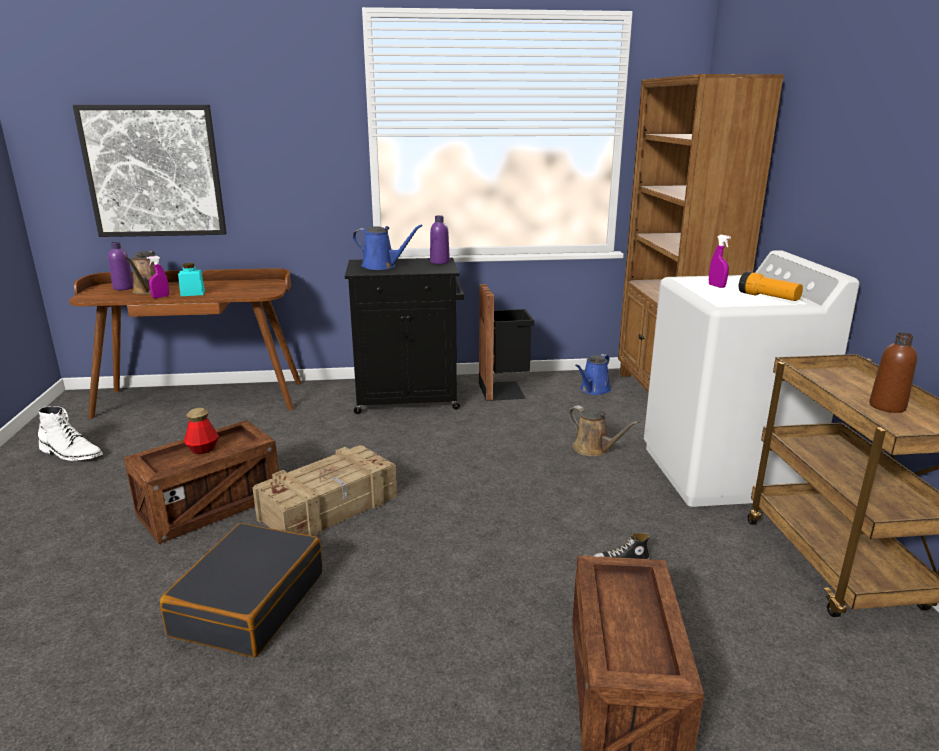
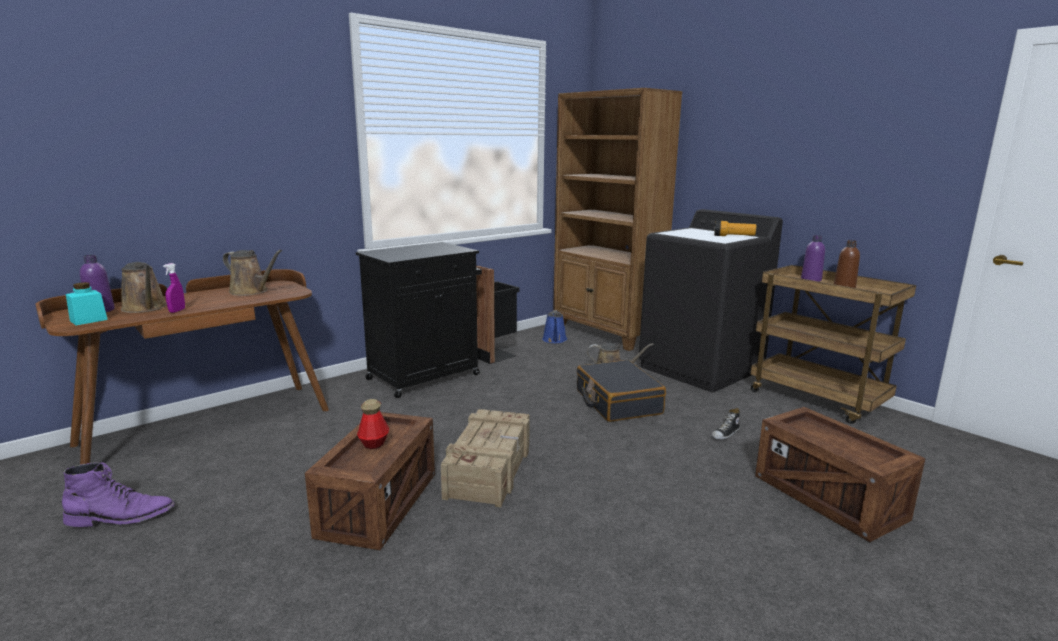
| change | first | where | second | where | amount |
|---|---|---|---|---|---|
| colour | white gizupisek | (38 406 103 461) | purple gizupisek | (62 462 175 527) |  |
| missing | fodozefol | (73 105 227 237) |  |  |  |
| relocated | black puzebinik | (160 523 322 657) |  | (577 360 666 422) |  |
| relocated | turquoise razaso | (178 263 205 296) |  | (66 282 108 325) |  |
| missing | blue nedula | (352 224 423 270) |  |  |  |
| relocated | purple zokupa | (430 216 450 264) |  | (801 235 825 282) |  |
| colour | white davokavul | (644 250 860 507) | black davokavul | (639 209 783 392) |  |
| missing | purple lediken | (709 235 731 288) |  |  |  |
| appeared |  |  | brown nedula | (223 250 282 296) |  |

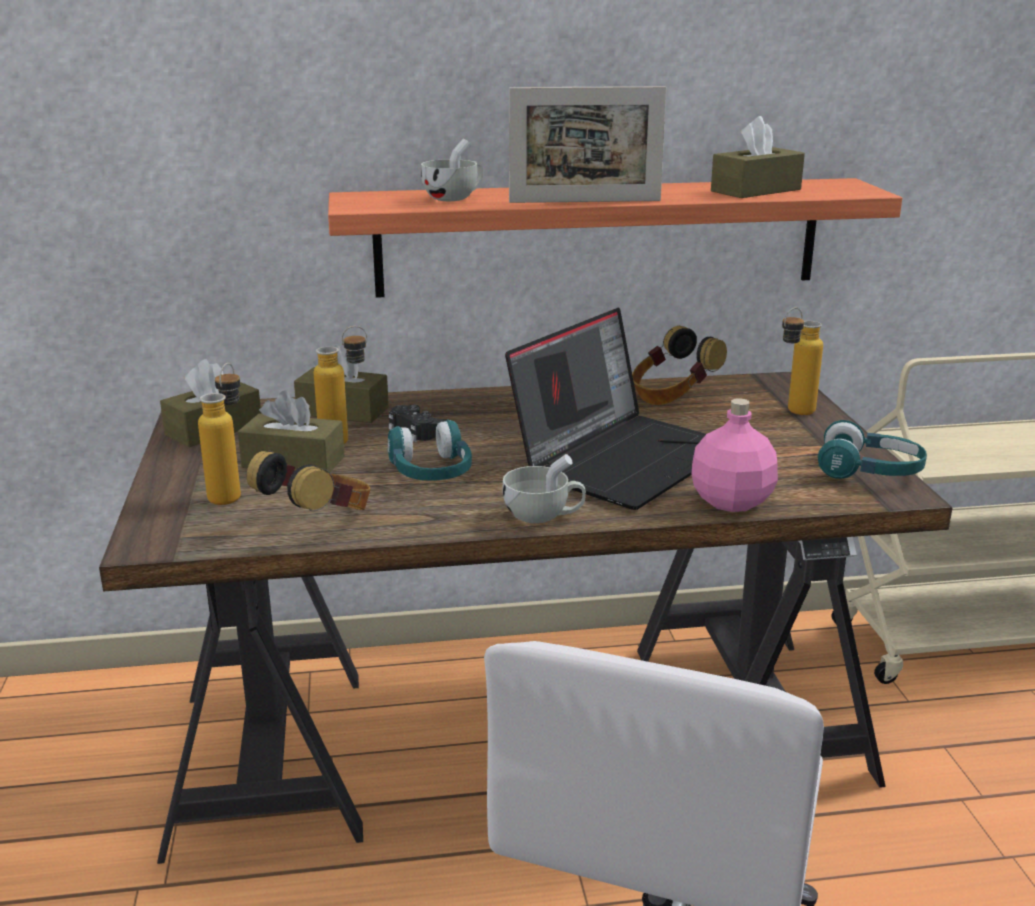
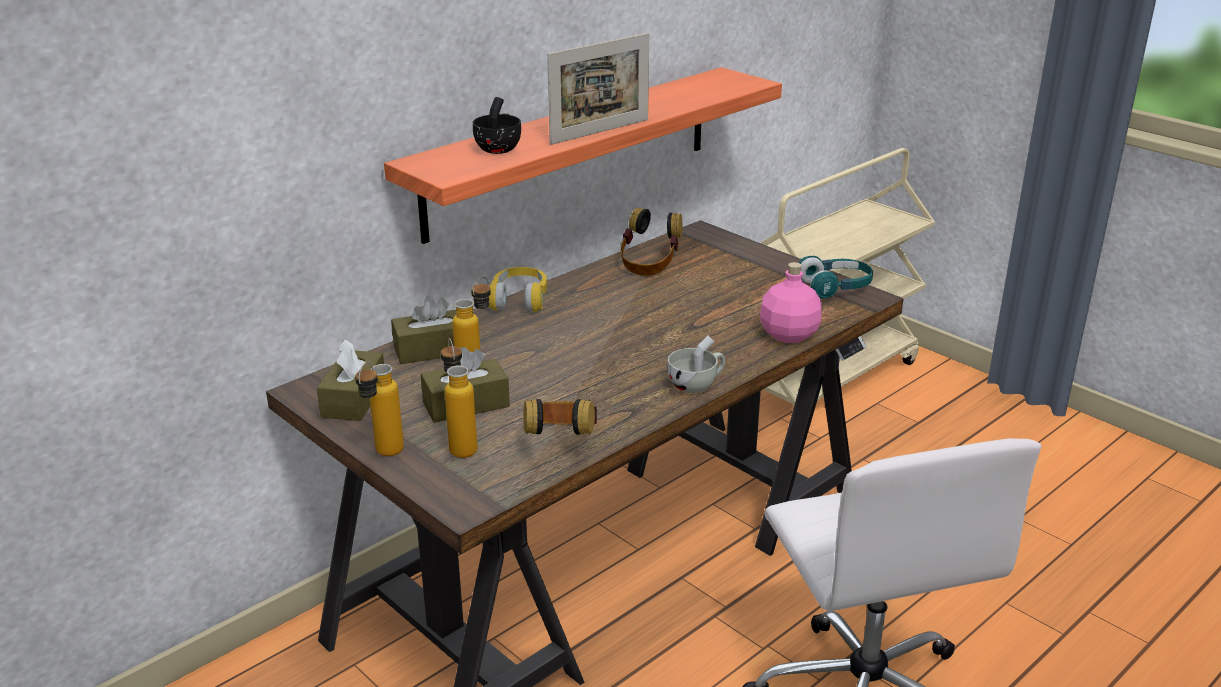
| change | first | where | second | where | amount |
|---|---|---|---|---|---|
| missing | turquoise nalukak | (388 419 472 481) |  |  |  |
| missing | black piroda | (389 405 446 442) |  |  |  |
| colour | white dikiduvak | (421 139 483 201) | black dikiduvak | (473 97 521 154) |  |
| missing | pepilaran | (505 308 706 510) |  |  |  |
| missing | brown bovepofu | (711 116 805 198) |  |  |  |
| relocated | zokupa | (782 307 823 415) |  | (355 361 404 456) |  |
| appeared |  |  | yellow nalukak | (489 267 547 312) |  |

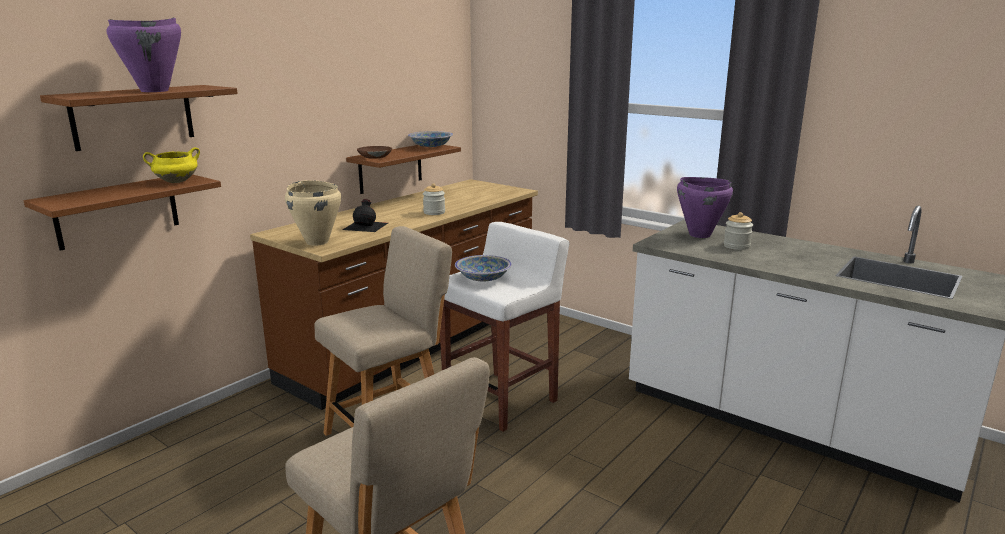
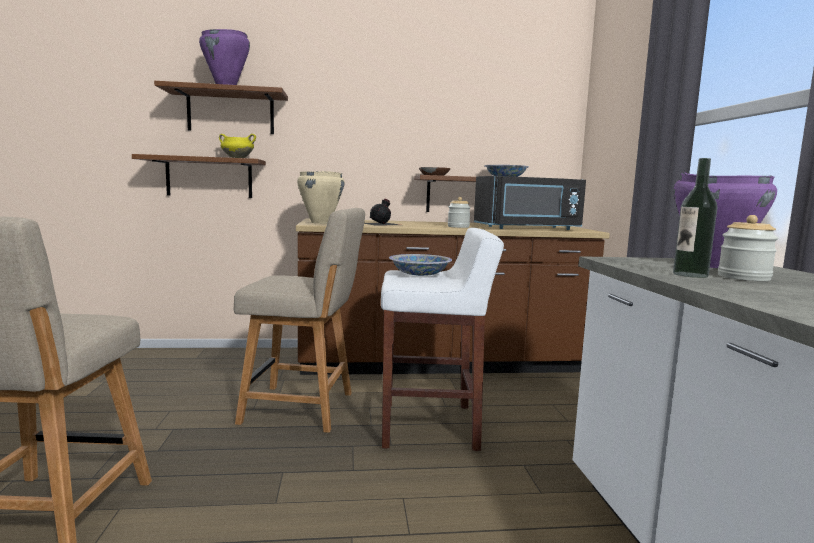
| change | first | where | second | where | amount |
|---|---|---|---|---|---|
| appeared |  |  | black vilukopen | (474 176 586 230) |  |
| appeared |  |  | zokupa | (673 158 717 278) |  |

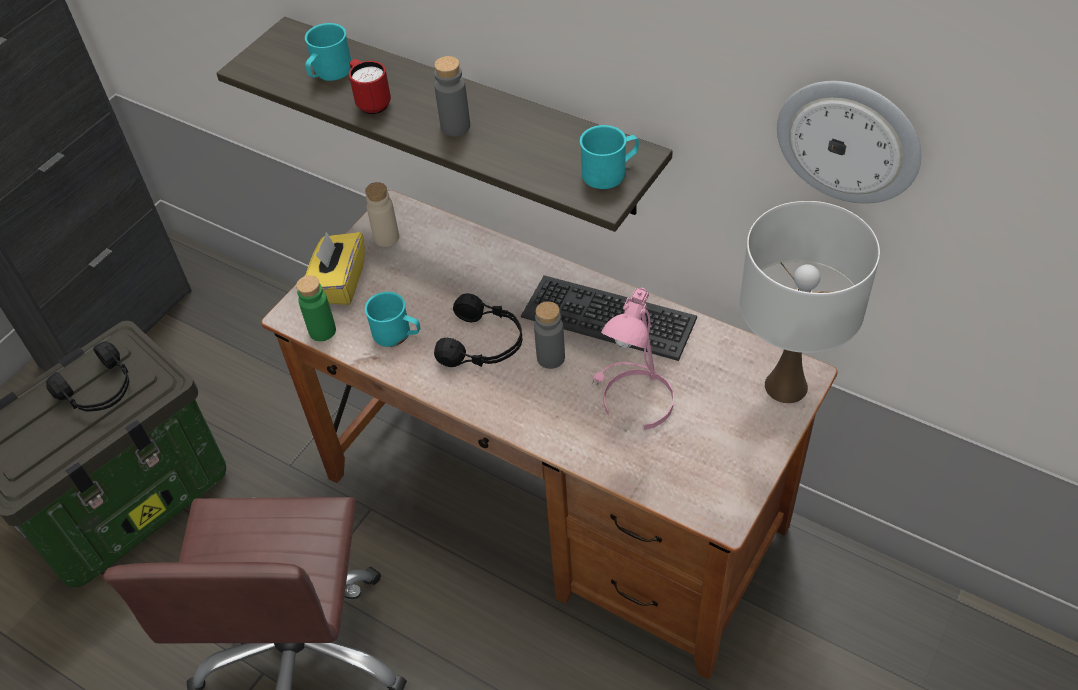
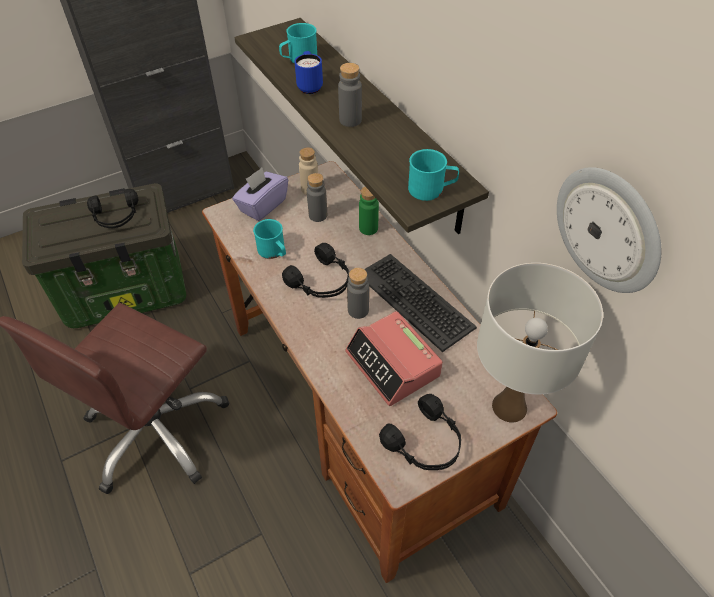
| change | first | where | second | where | amount |
|---|---|---|---|---|---|
| relocated | green zokupa | (296 275 336 341) |  | (359 187 379 235) |  |
| colour | yellow bovepofu | (306 232 365 305) | purple bovepofu | (232 168 288 221) |  |
| colour | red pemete | (349 59 391 114) | blue pemete | (295 51 323 94) |  |
| exchanged | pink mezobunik | (592 288 674 430) | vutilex | (345 311 443 406) |  |
| appeared |  |  | grey zokupa | (307 173 327 222) |  |
| appeared |  |  | black nalukak | (379 394 461 470) |  |

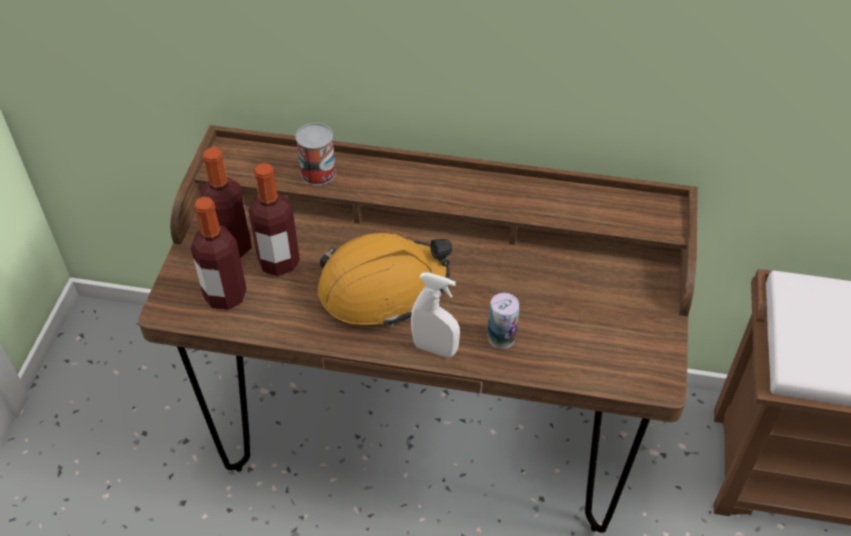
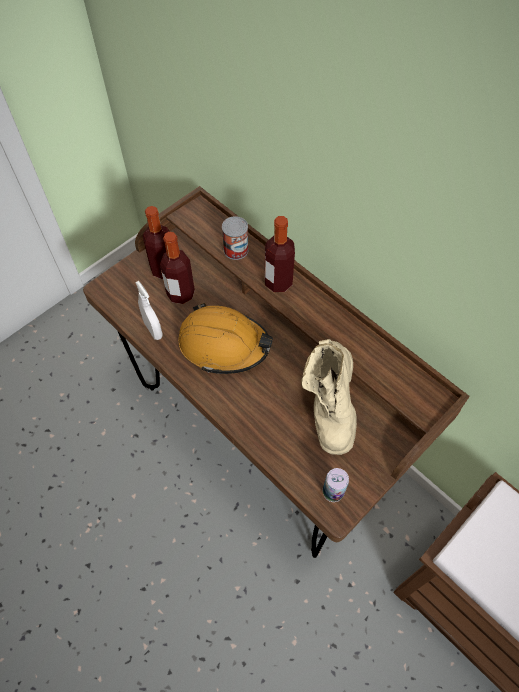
| change | first | where | second | where | amount |
|---|---|---|---|---|---|
| relocated | zokupa | (191 197 247 310) |  | (265 216 295 292) |  |
| relocated | white lediken | (411 272 460 358) |  | (135 281 163 340) |  |
| relocated | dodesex | (488 293 520 349) |  | (323 468 349 502) |  |
| appeared |  |  | beige gizupisek | (301 339 357 455) |  |

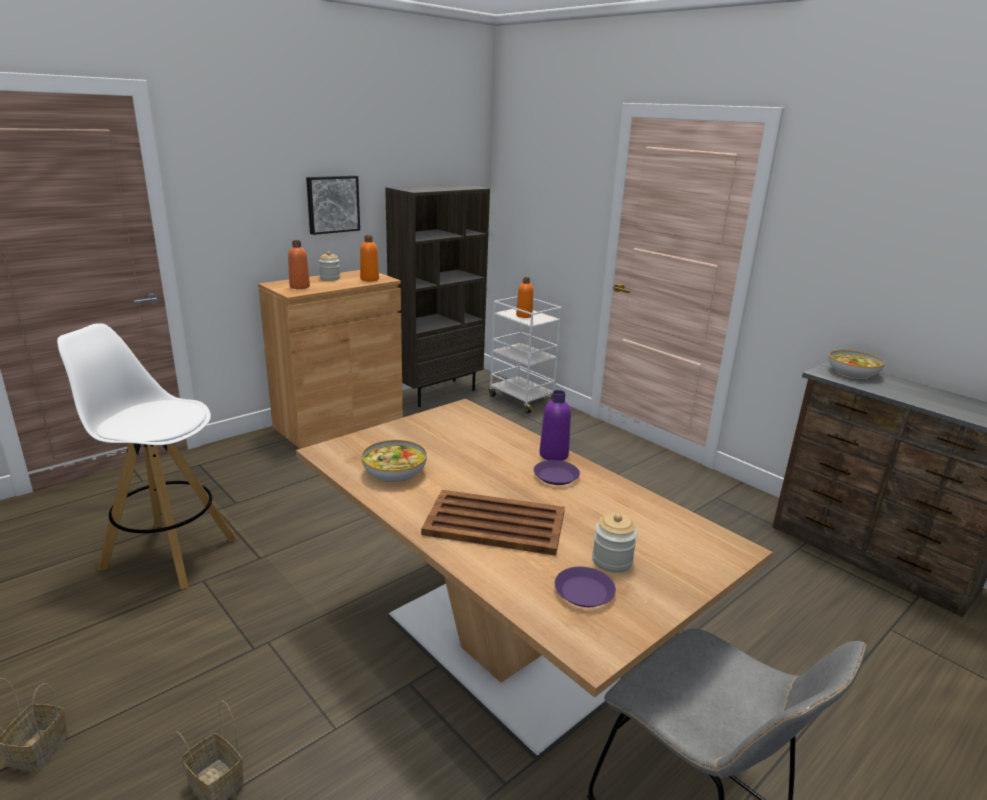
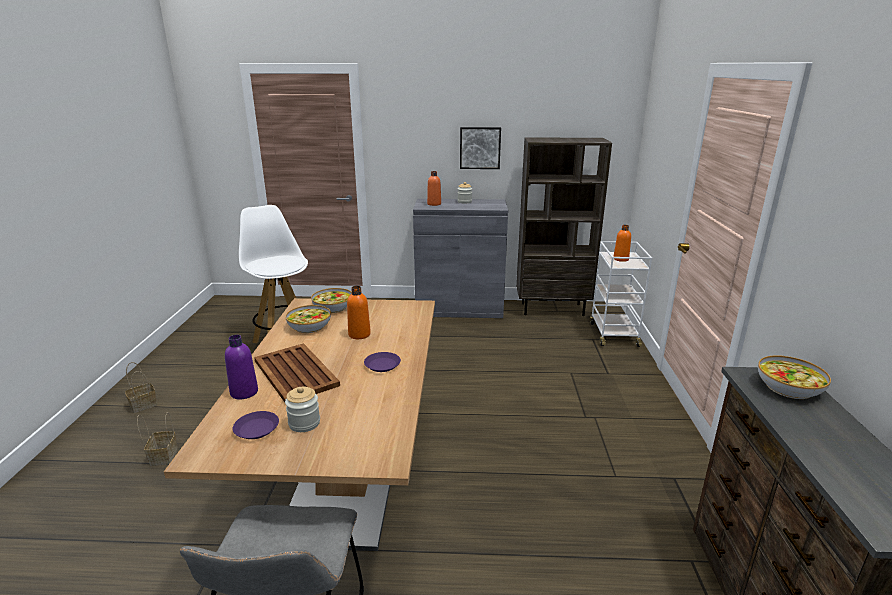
| change | first | where | second | where | amount |
|---|---|---|---|---|---|
| colour | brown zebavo | (258 270 403 449) | grey zebavo | (413 199 508 318) |  |
| relocated | orange zokupa | (360 235 379 281) |  | (347 286 371 339) |  |
| relocated | purple zokupa | (539 390 571 461) |  | (225 335 258 400) |  |
| appeared |  |  | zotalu | (311 288 352 313) |  |

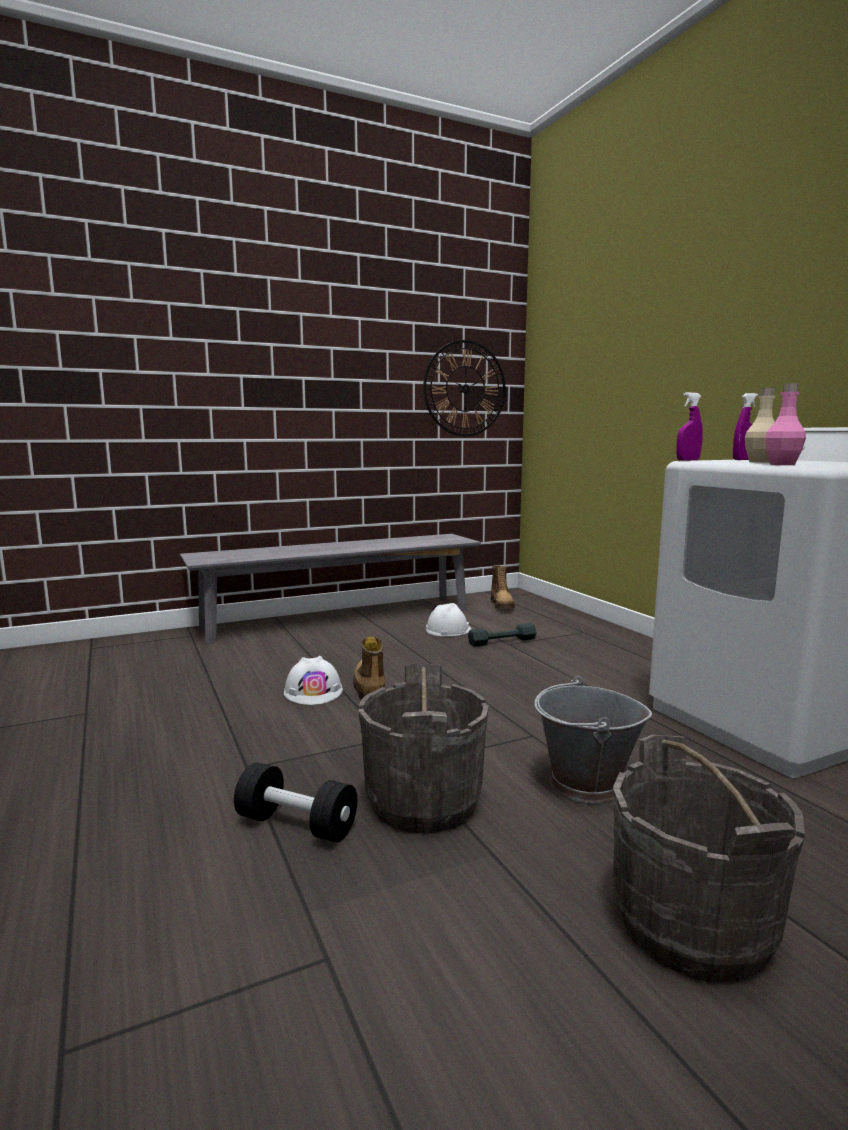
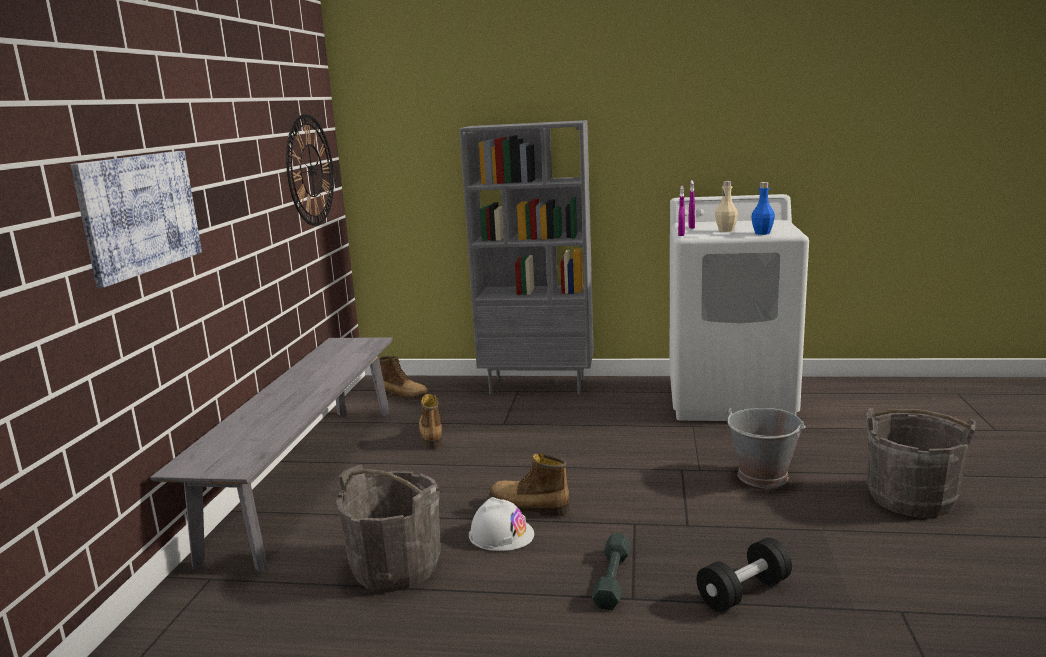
| change | first | where | second | where | amount |
|---|---|---|---|---|---|
| relocated | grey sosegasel | (358 662 489 833) |  | (336 464 441 592) |  |
| exchanged | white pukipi | (426 603 472 636) | gizupisek | (419 394 443 449) |  |
| relocated | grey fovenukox | (468 623 537 647) |  | (592 533 631 610) |  |
| colour | pink zokupa | (765 383 806 465) | blue zokupa | (751 182 775 235) |  |
| appeared |  |  | fodozefol | (71 151 202 288) |  |
| appeared |  |  | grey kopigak | (459 120 594 395) |  |

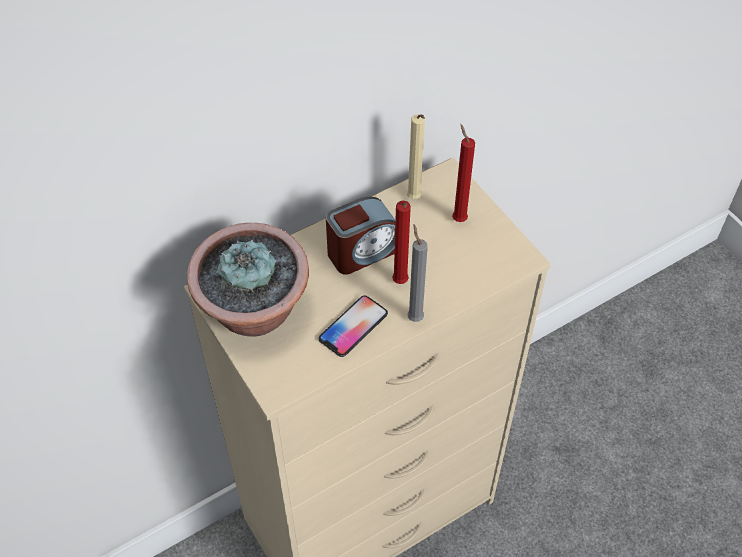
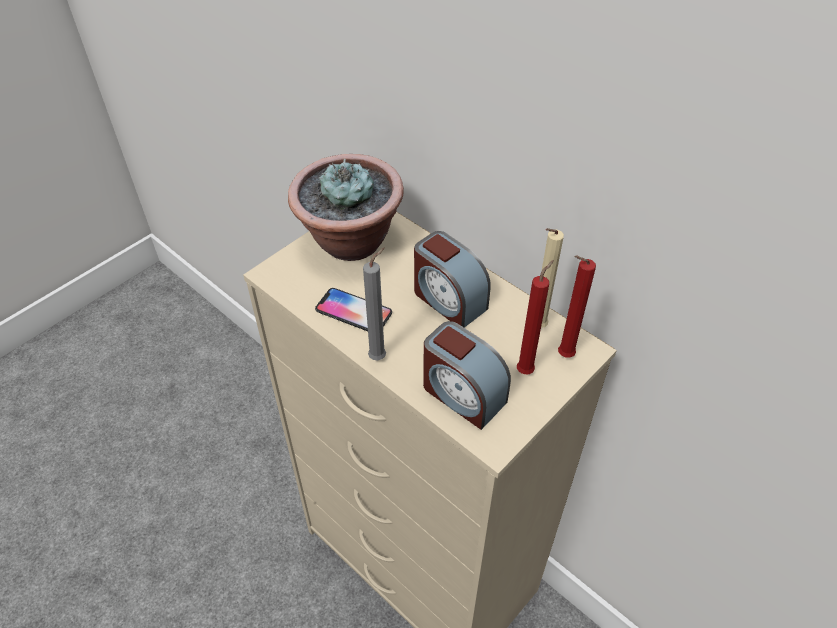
| change | first | where | second | where | amount |
|---|---|---|---|---|---|
| relocated | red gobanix | (392 201 411 284) |  | (558 255 596 358) |  |
| appeared |  |  | vutilex | (423 321 511 430) |  |

